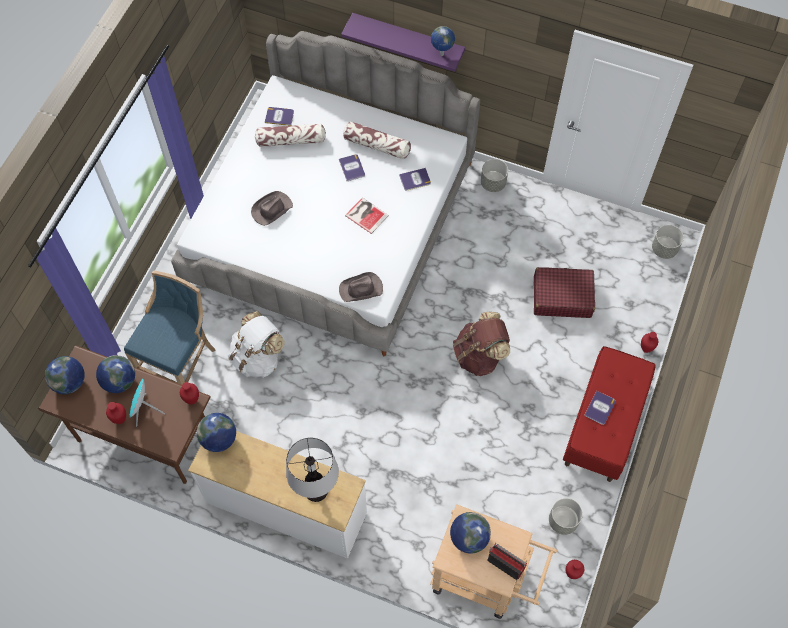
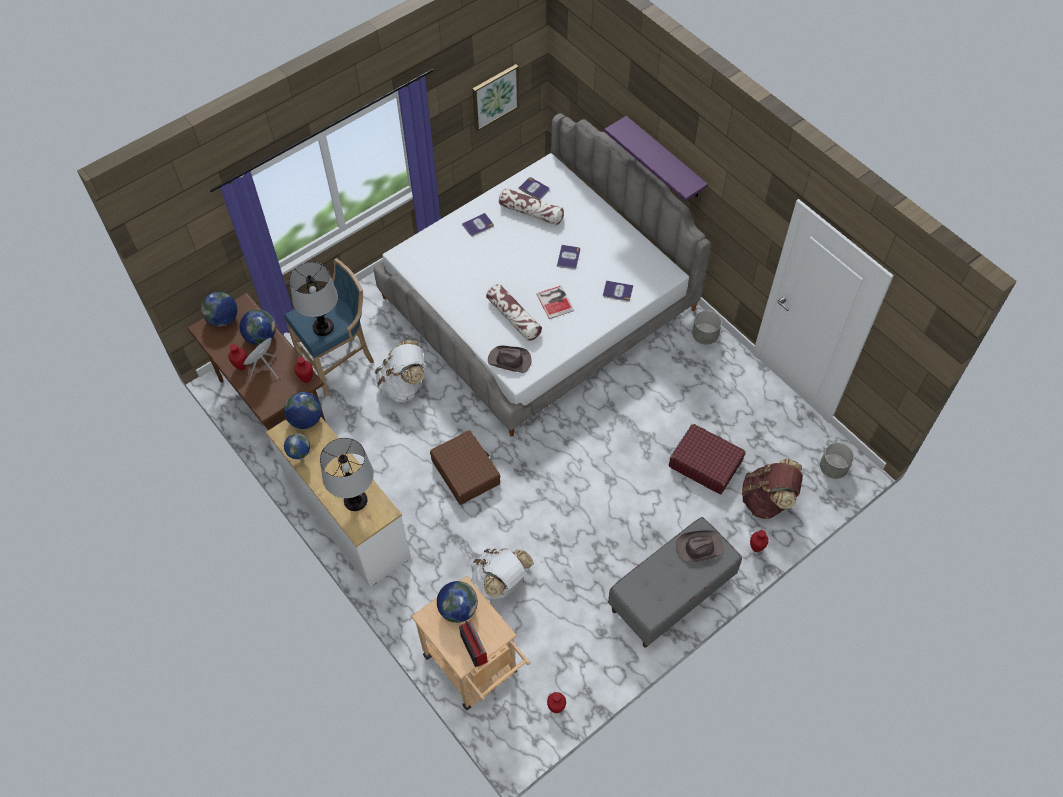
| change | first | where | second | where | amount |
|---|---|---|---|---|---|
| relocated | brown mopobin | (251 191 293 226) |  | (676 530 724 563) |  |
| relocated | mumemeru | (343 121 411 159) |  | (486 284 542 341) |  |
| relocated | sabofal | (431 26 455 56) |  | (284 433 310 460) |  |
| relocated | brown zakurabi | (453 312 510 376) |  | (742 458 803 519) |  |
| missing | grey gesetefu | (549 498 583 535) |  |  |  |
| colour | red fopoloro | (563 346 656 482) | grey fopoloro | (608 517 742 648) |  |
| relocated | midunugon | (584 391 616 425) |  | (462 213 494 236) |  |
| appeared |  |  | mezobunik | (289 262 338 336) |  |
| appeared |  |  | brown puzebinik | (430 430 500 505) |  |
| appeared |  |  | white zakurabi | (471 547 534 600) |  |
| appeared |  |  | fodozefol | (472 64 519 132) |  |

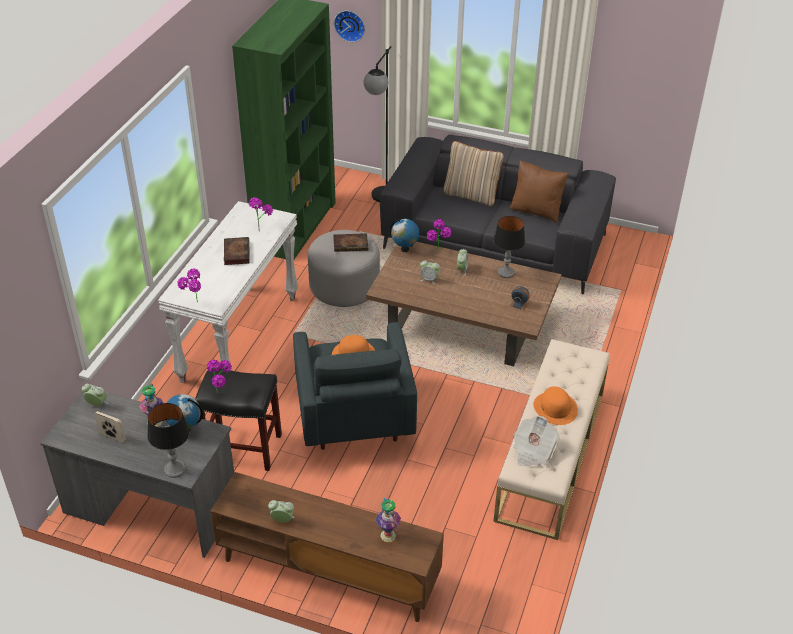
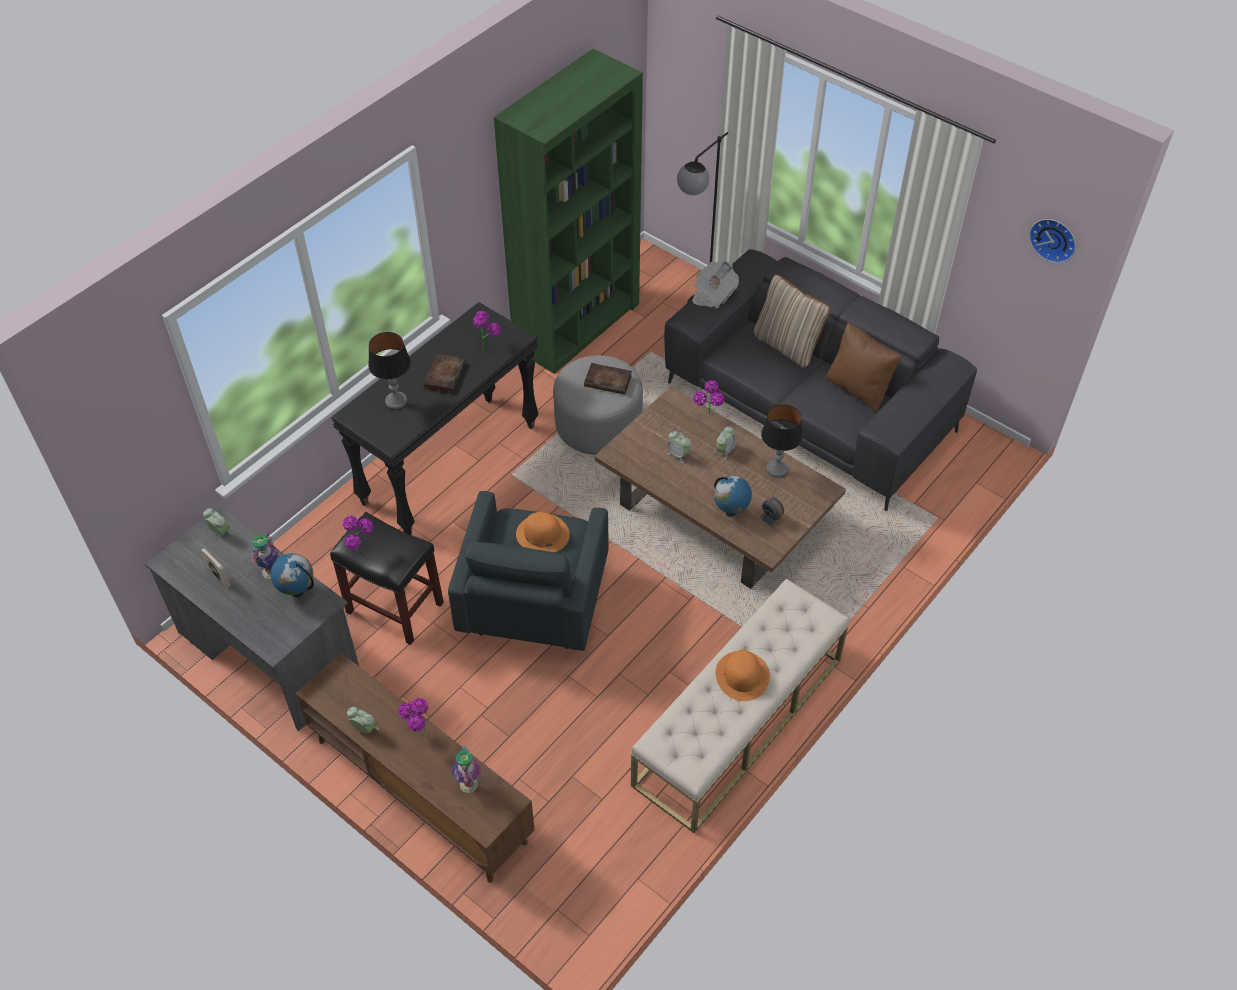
| change | first | where | second | where | amount |
|---|---|---|---|---|---|
| relocated | mezobunik | (147 403 189 478) |  | (368 332 411 409) |  |
| colour | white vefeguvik | (158 201 298 383) | black vefeguvik | (331 302 539 535) |  |
| relocated | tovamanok | (177 268 201 302) |  | (398 698 428 732) |  |
| relocated | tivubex | (334 11 365 42) |  | (1029 219 1076 263) |  |
| relocated | sabofal | (390 219 419 252) |  | (714 476 752 517) |  |
| relocated | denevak | (513 416 559 466) |  | (692 261 739 308) |  |

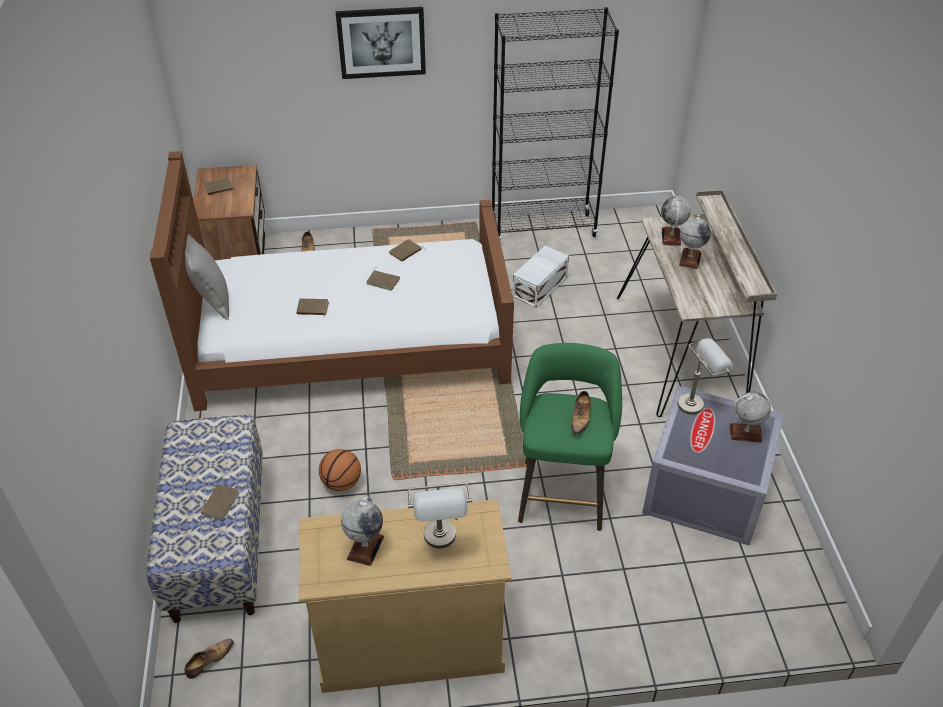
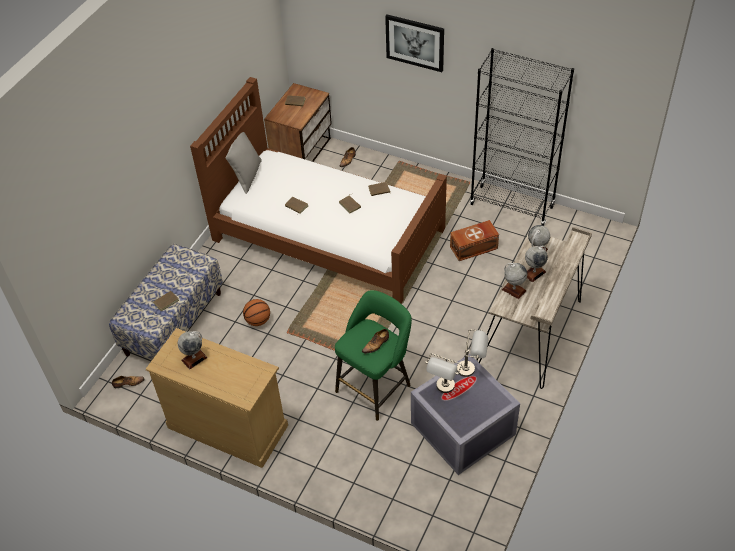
| change | first | where | second | where | amount |
|---|---|---|---|---|---|
| relocated | grey mezobunik | (408 483 472 548) |  | (425 353 462 393) |  |
| colour | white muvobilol | (512 246 569 308) | brown muvobilol | (450 220 499 261) |  |
| relocated | sabofal | (730 392 771 443) |  | (502 263 527 299) |  |

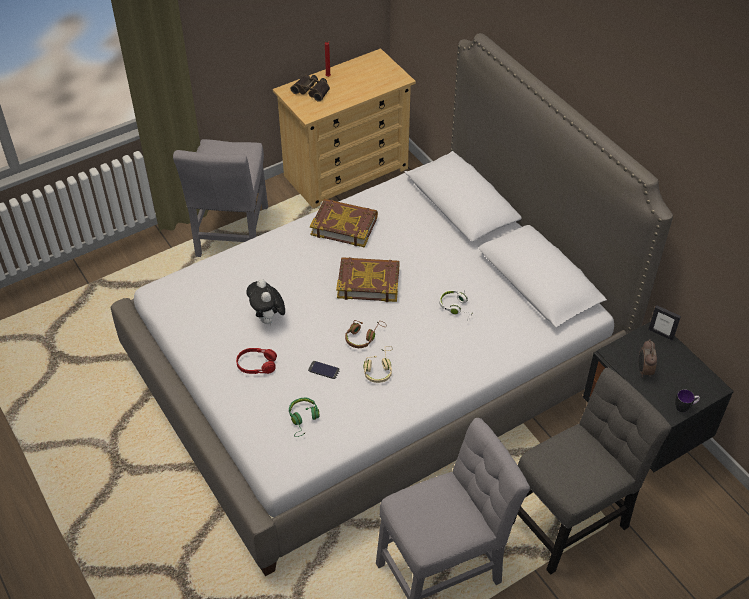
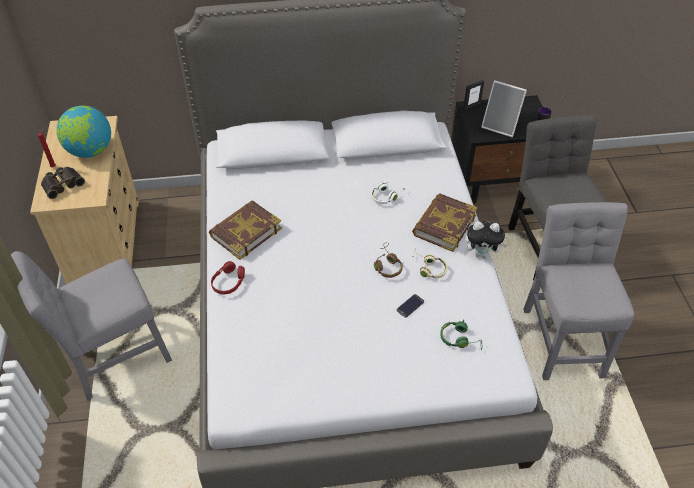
| change | first | where | second | where | amount |
|---|---|---|---|---|---|
| spun | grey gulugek | (173 139 268 257) |  | (11 251 172 401) | 120 degrees clockwise |
| relocated | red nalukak | (236 348 277 374) |  | (211 261 245 294) |  |
| relocated | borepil | (246 279 285 326) |  | (465 221 507 258) |  |
| relocated | midunugon | (336 257 400 302) |  | (412 193 478 252) |  |
| exchanged | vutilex | (639 339 657 377) | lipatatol | (481 80 527 137) |  |
| appeared |  |  | sabofal | (56 106 111 158) |  |

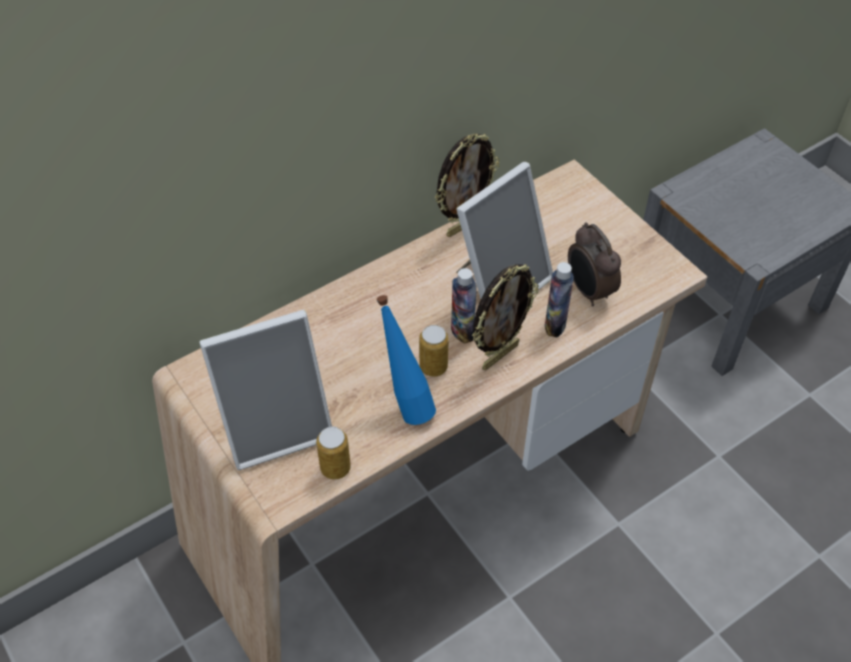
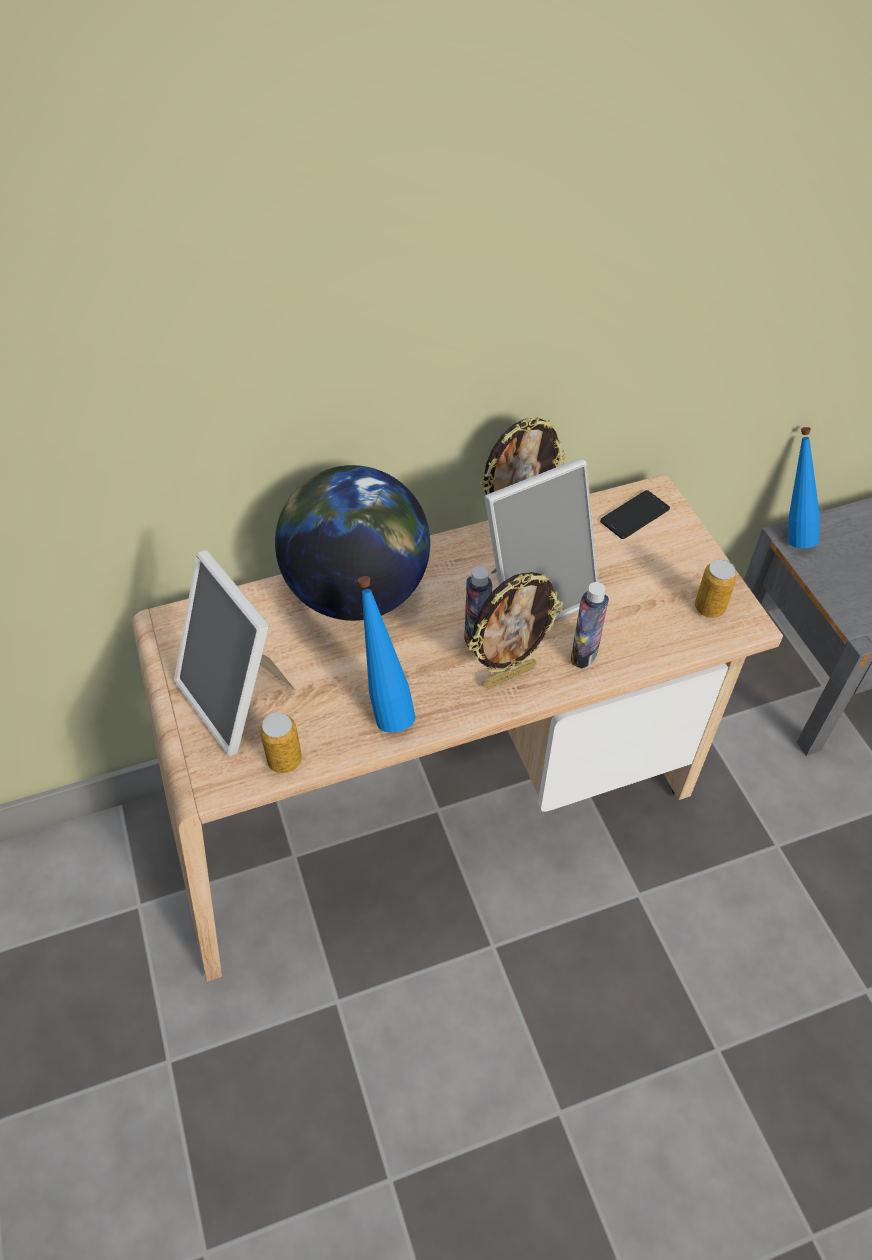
| change | first | where | second | where | amount |
|---|---|---|---|---|---|
| spun | lipatatol | (199 310 332 470) |  | (174 550 295 756) | 60 degrees clockwise |
| relocated | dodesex | (419 325 449 377) |  | (695 559 737 618) |  |
| missing | vutilex | (568 222 621 306) |  |  |  |
| appeared |  |  | sabofal | (275 465 430 621) |  |
| appeared |  |  | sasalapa | (600 490 670 539) |  |
| appeared |  |  | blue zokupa | (788 427 820 548) |  |

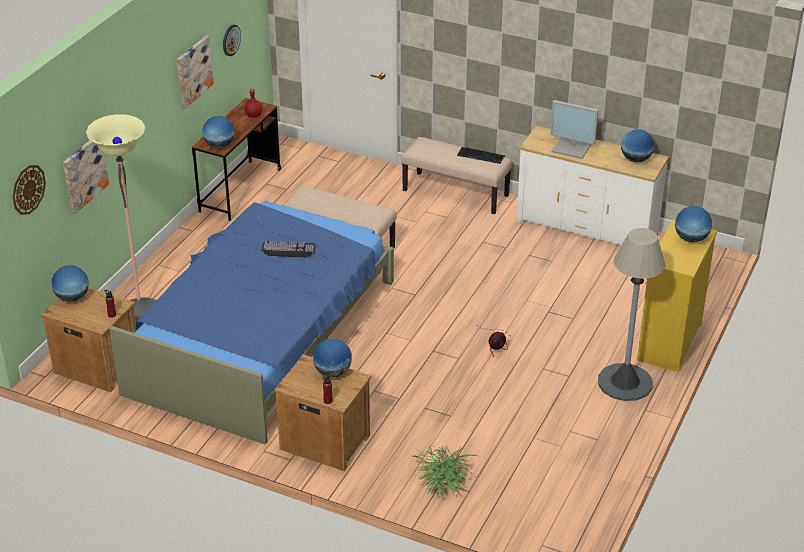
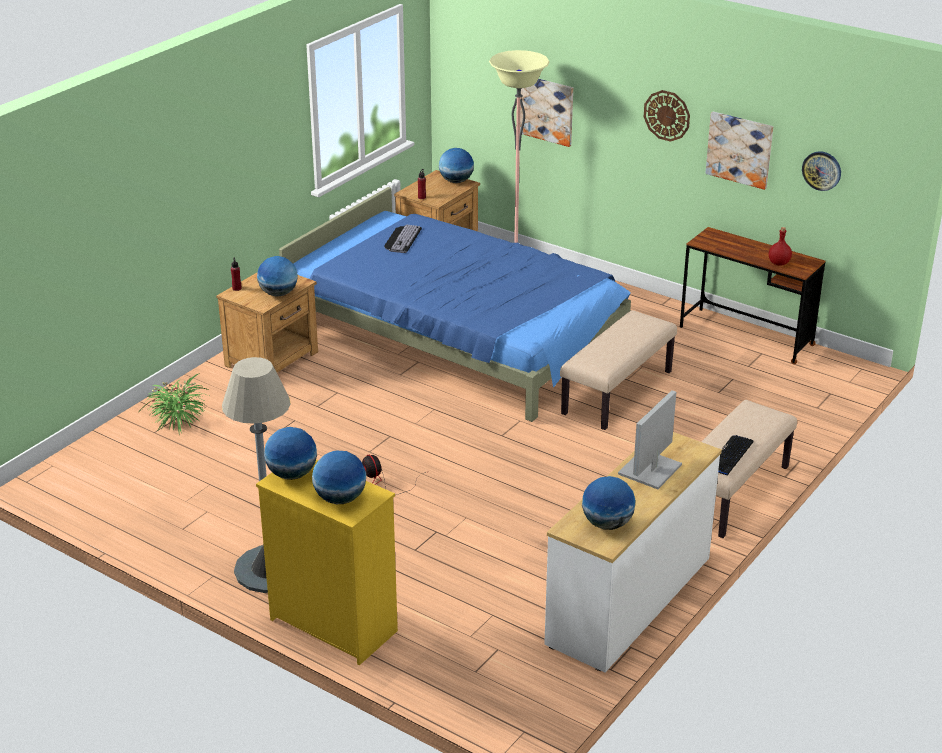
| change | first | where | second | where | amount |
|---|---|---|---|---|---|
| relocated | tivubex | (13 165 46 215) |  | (644 90 690 142) |  |
| relocated | sabofal | (202 116 235 148) |  | (264 427 317 480) |  |
| relocated | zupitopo | (261 241 317 257) |  | (384 225 422 253) |  |

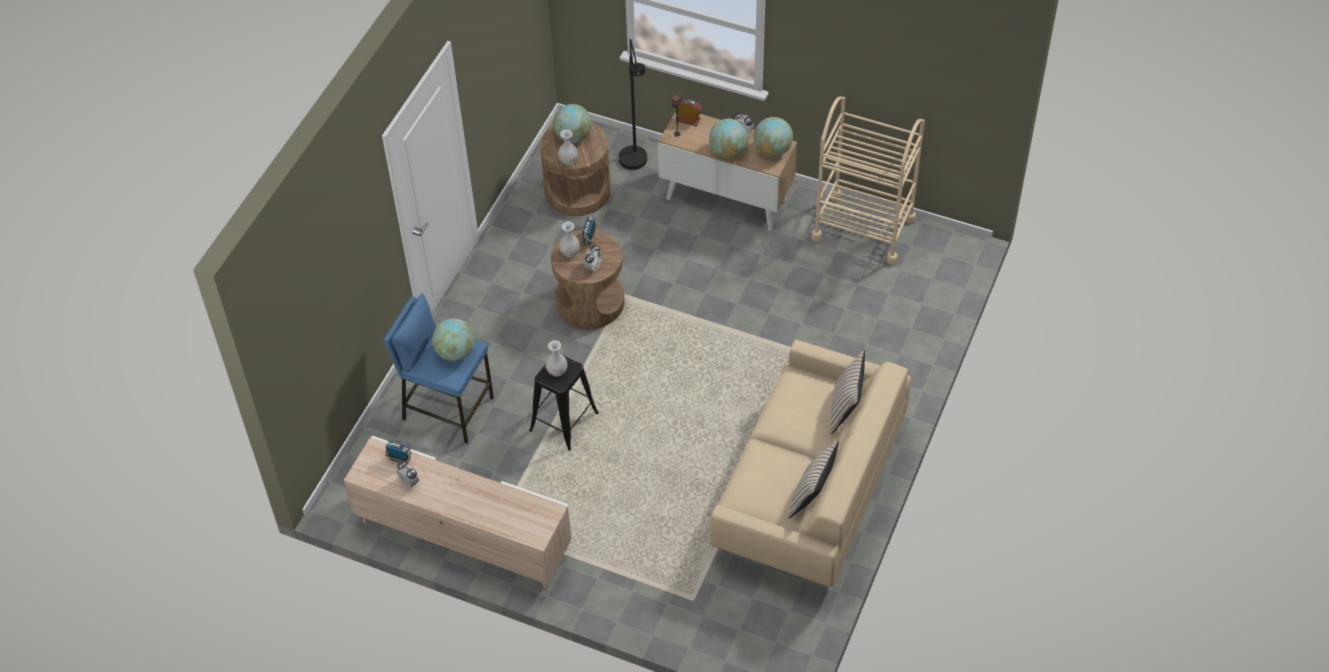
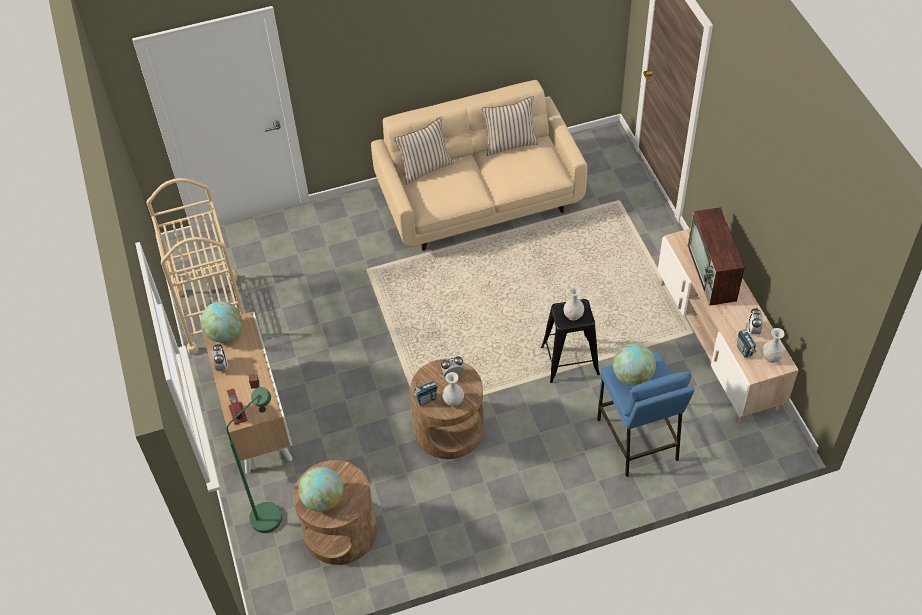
| change | first | where | second | where | amount |
|---|---|---|---|---|---|
| relocated | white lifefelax | (558 129 578 165) |  | (762 328 785 363) |  |
| colour | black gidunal | (619 39 647 170) | green gidunal | (226 387 282 533) |  |
| missing | sabofal | (709 119 749 158) |  |  |  |
| appeared |  |  | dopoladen | (688 207 745 306) |  |

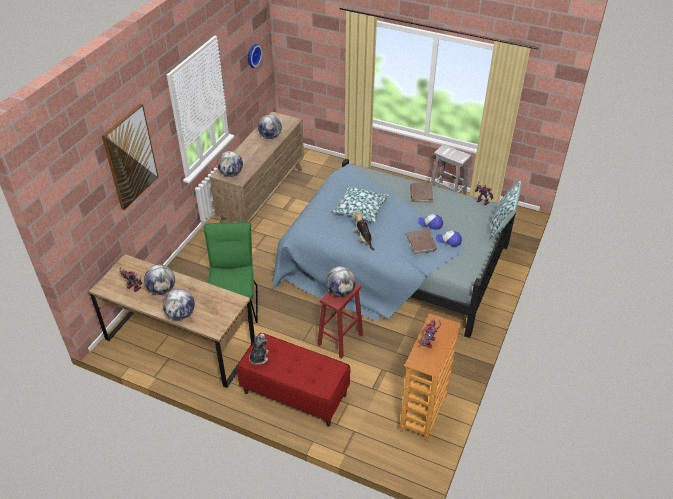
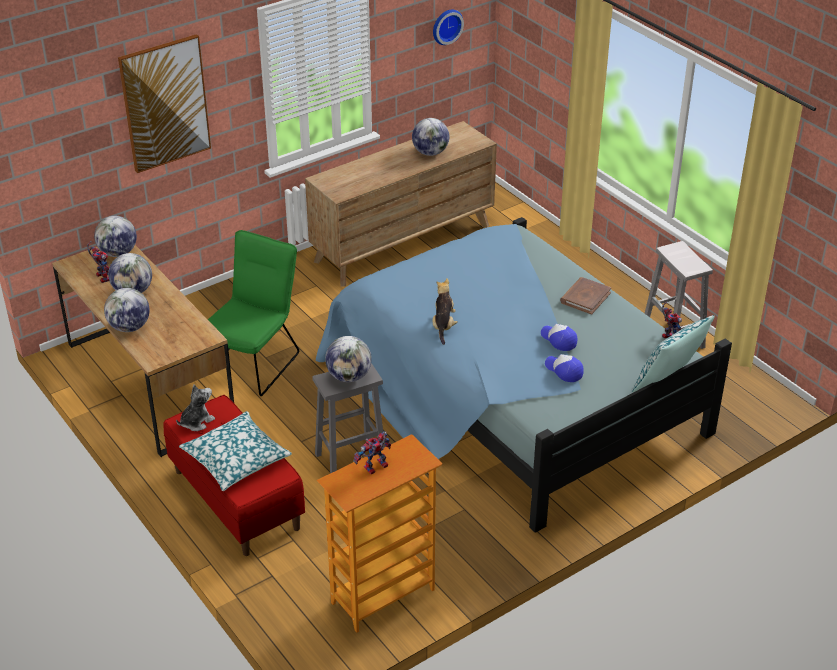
| change | first | where | second | where | amount |
|---|---|---|---|---|---|
| relocated | sabofal | (217 151 243 177) |  | (94 216 137 257) |  |
| colour | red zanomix | (317 283 363 359) | grey zanomix | (313 363 385 473) |  |
| relocated | mumemeru | (333 185 389 223) |  | (179 411 292 491) |  |
| missing | brown midunugon | (407 230 437 254) |  |  |  |

